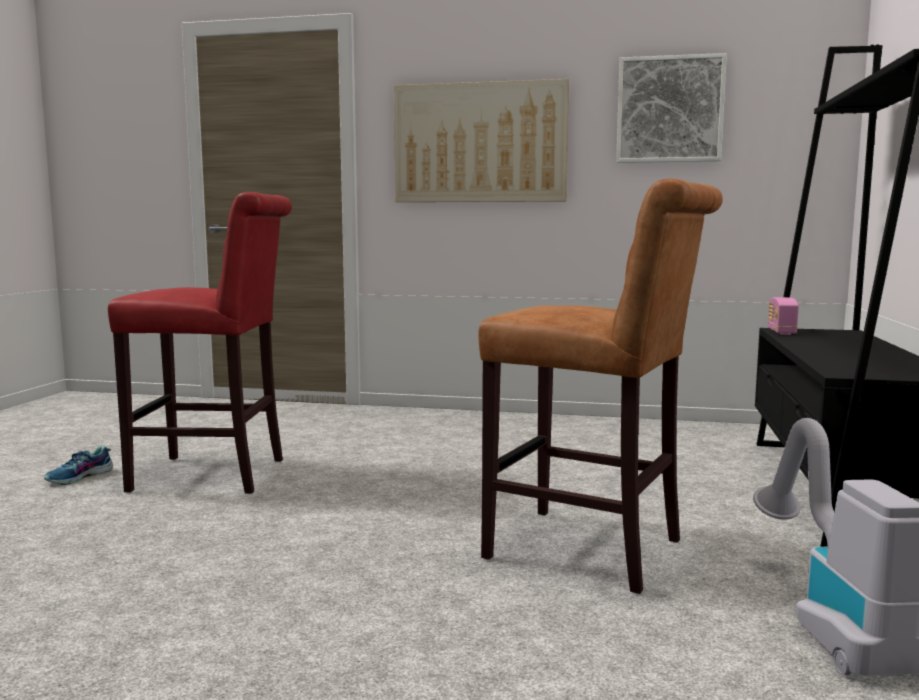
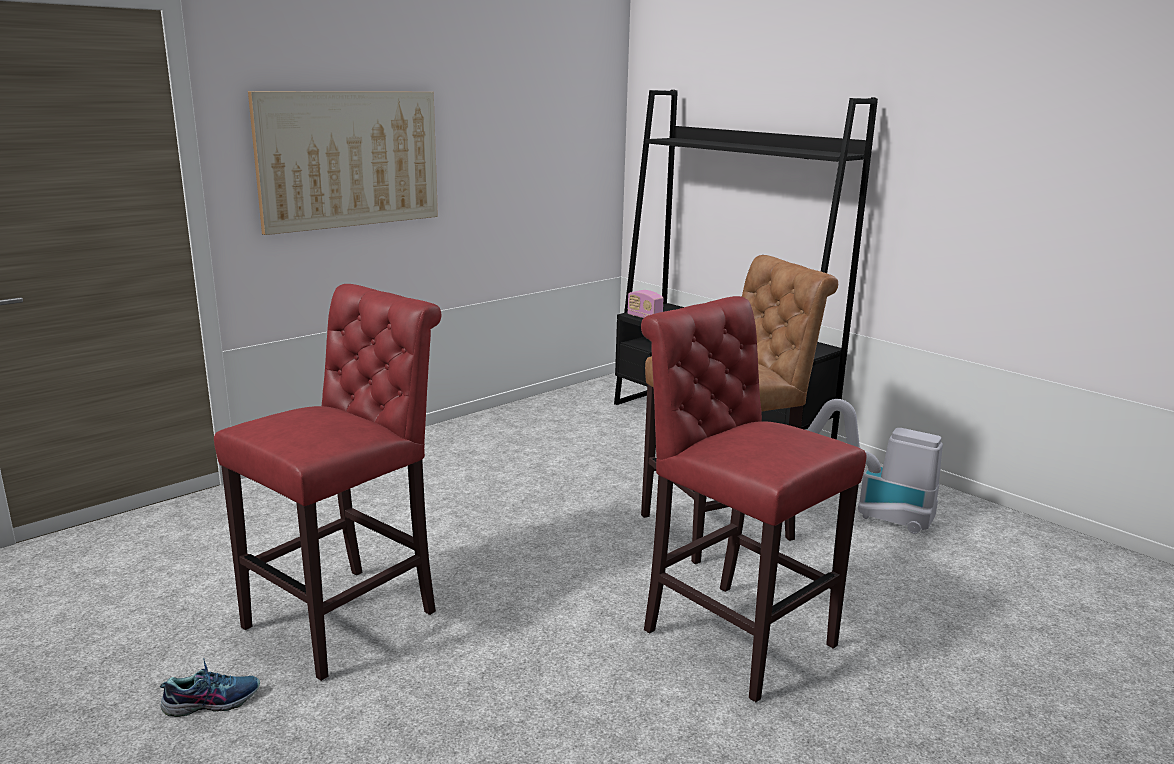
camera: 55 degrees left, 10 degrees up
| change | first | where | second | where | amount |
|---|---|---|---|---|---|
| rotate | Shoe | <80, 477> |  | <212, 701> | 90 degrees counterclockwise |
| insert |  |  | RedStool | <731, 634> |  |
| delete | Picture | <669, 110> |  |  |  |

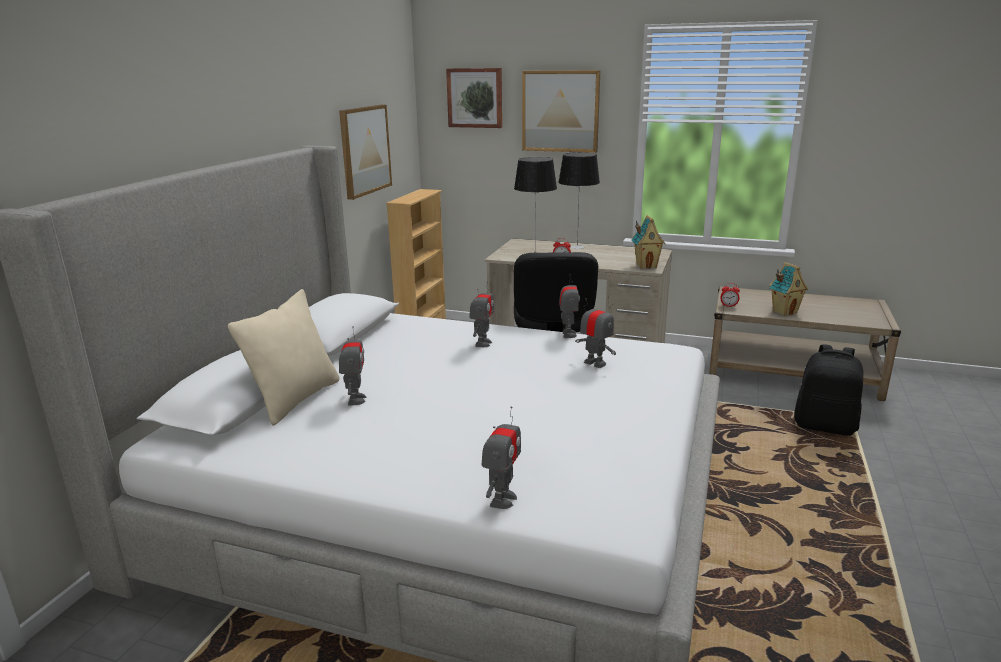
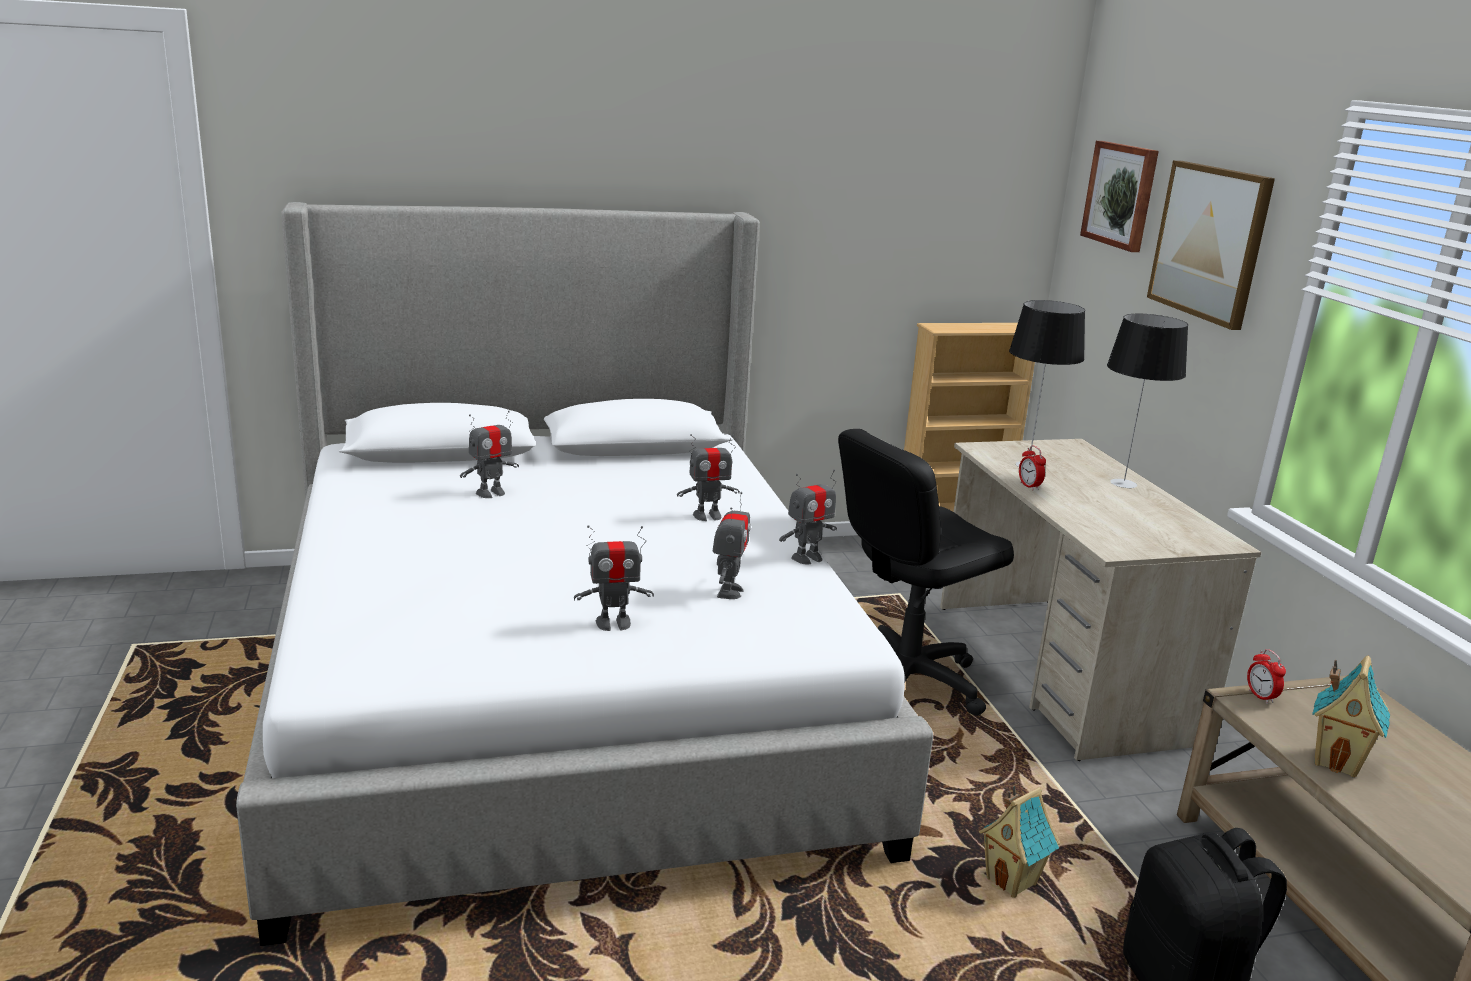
camera: 55 degrees right, 0 degrees up
| change | first | where | second | where | amount |
|---|---|---|---|---|---|
| move | ToyRobot | <502, 499> |  | <613, 623> |  |
| move | ToyHouse | <646, 266> |  | <1012, 883> |  |
| delete | BeigePillow | <295, 399> |  |  |  |
| delete | Picture | <364, 150> |  |  |  |

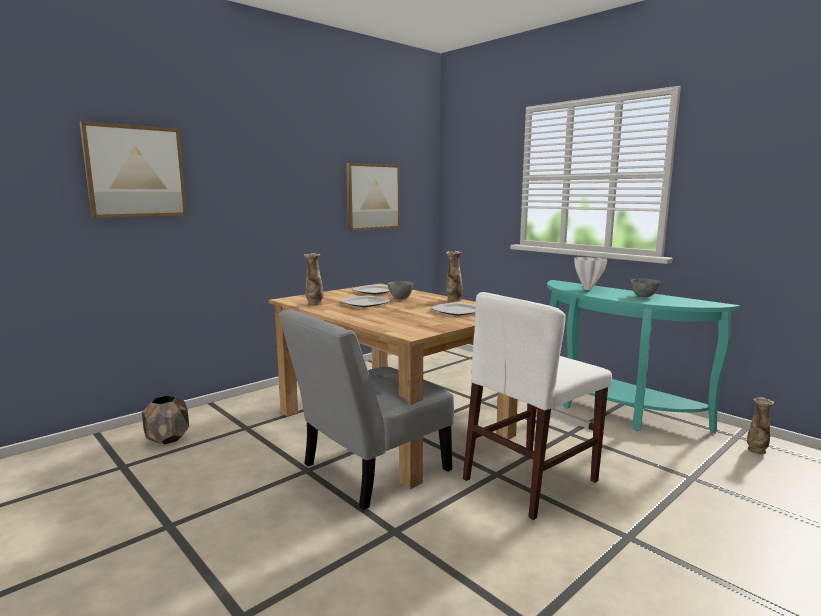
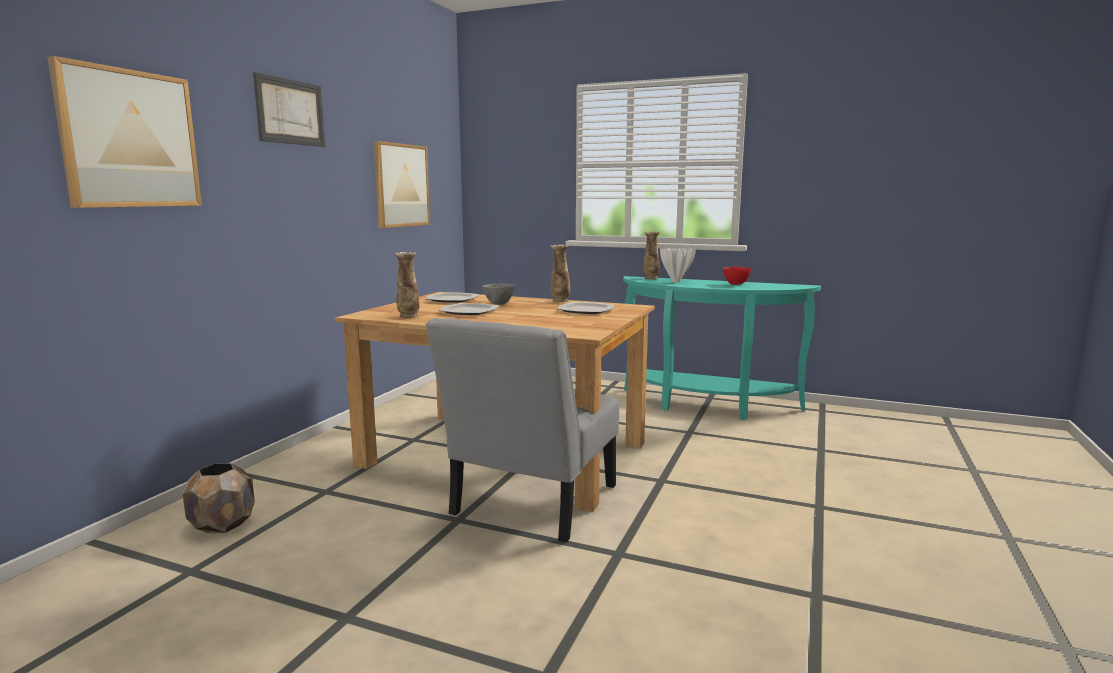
camera: 25 degrees left, 0 degrees up
| change | first | where | second | where | amount |
|---|---|---|---|---|---|
| insert |  |  | Picture | <290, 112> |  |
| move | Vase | <756, 450> |  | <650, 278> |  |
| recolor | GreyBowl | <644, 296> | RedBowl | <736, 284> |  |
| delete | WhiteChair | <530, 480> |  |  |  |

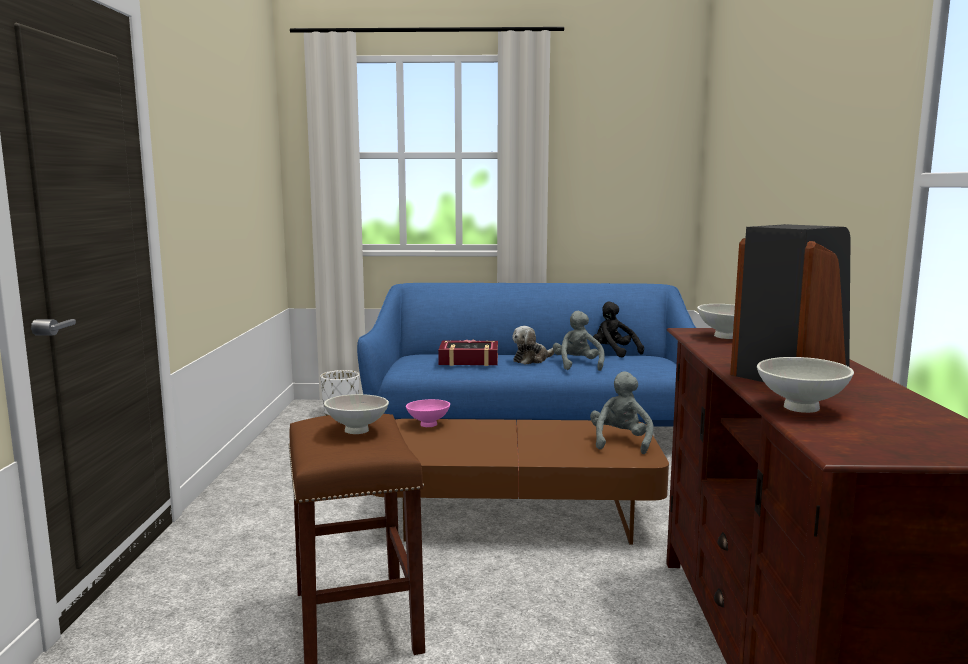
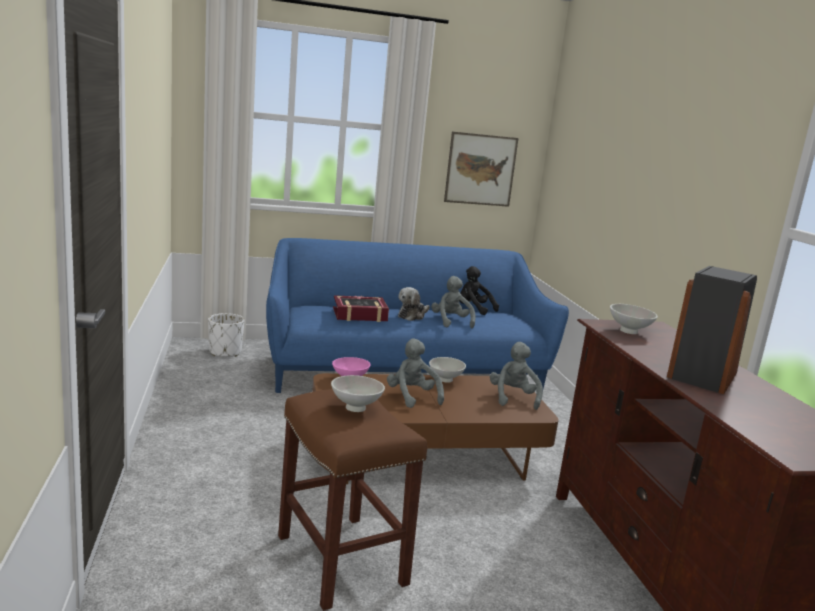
camera: 15 degrees left, 5 degrees up
| change | first | where | second | where | amount |
|---|---|---|---|---|---|
| insert |  |  | GreyPlushToy | <412, 397> |  |
| move | WhiteBowl | <803, 408> |  | <446, 380> |  |
| insert |  |  | Picture | <480, 169> |  |

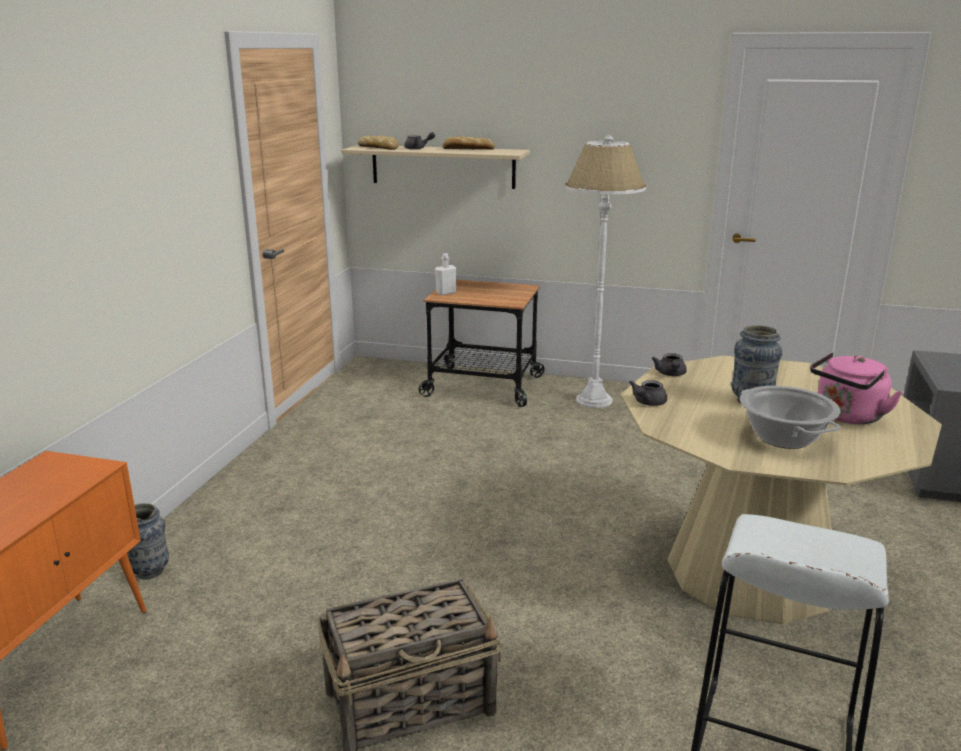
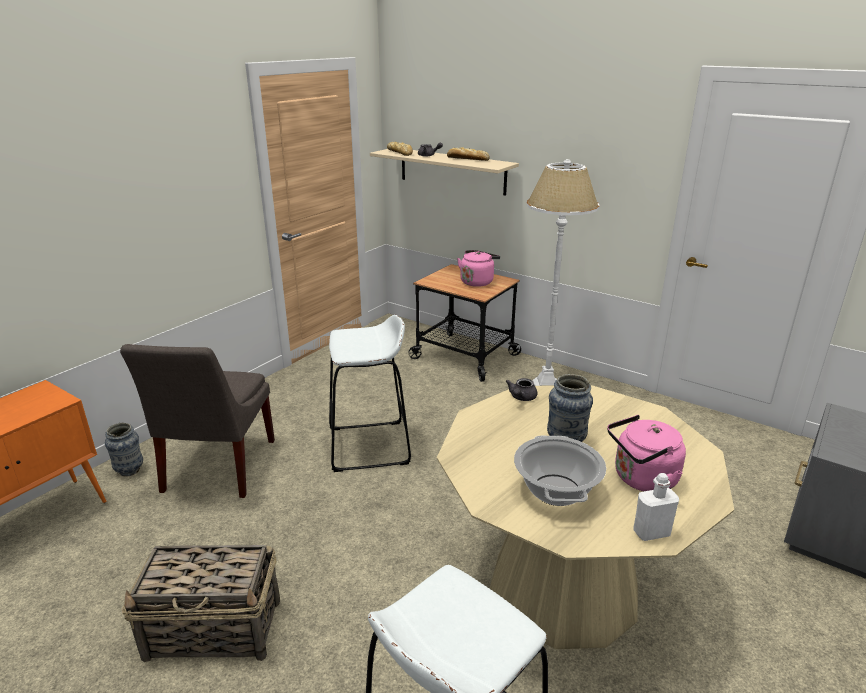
camera: 20 degrees right, 5 degrees up
| change | first | where | second | where | amount |
|---|---|---|---|---|---|
| insert |  |  | GreyChair | <217, 468> |  |
| insert |  |  | WhiteStool | <369, 446> |  |
| insert |  |  | PinkKettle | <477, 281> |  |
| move | WhiteBottle | <446, 293> |  | <651, 533> |  |
| delete | GreyTeapot | <647, 403> |  |  |  |

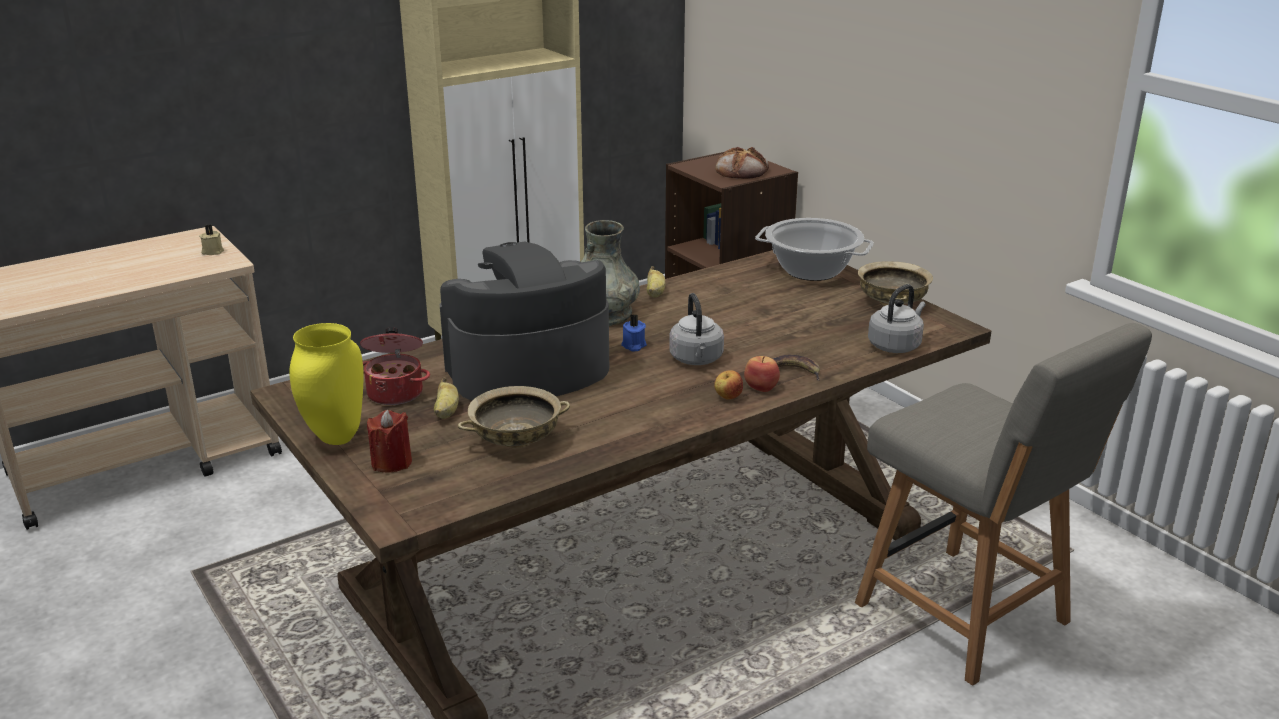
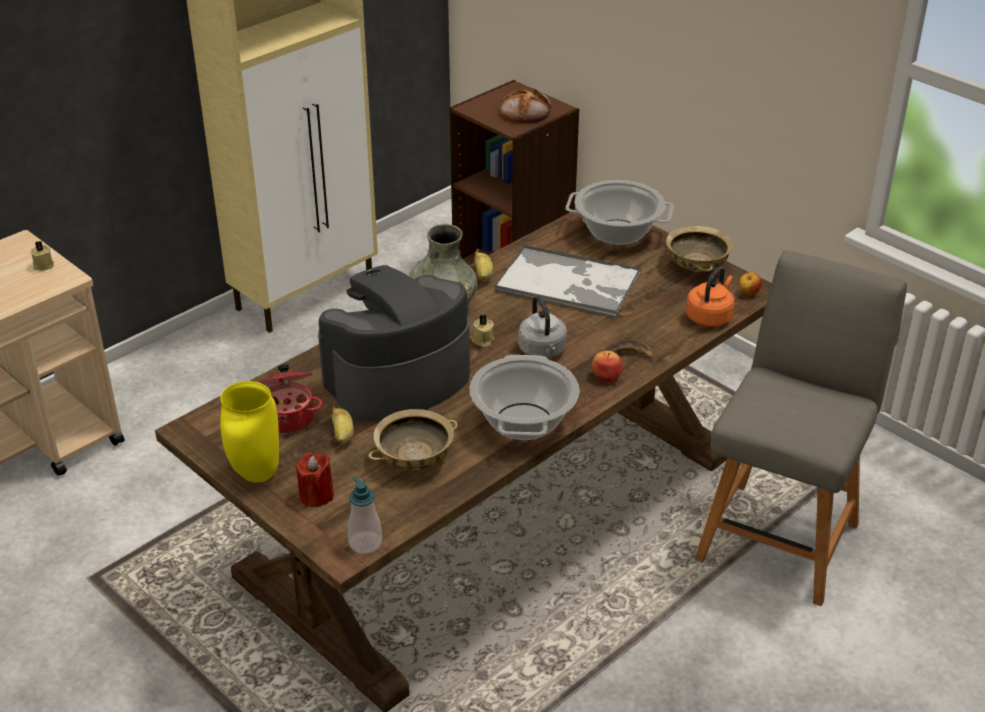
camera: 10 degrees left, 10 degrees up
| change | first | where | second | where | amount |
|---|---|---|---|---|---|
| insert |  |  | SoapDispenser | <365, 543> |  |
| insert |  |  | CookingPot | <523, 422> |  |
| recolor | BlueCandle | <633, 346> | BeigeCandle | <483, 341> |  |
| insert |  |  | Tray | <569, 283> |  |
| recolor | GreyKettle | <896, 345> | OrangeKettle | <710, 317> |  |
| rotate | GreyChair | <967, 617> |  | <780, 538> | 105 degrees counterclockwise |
| move | Apple | <727, 397> |  | <748, 293> |  |

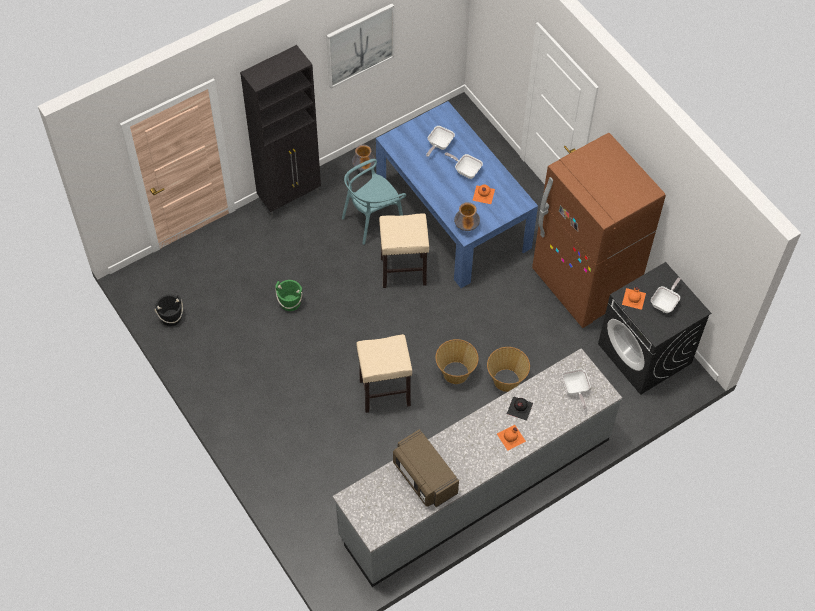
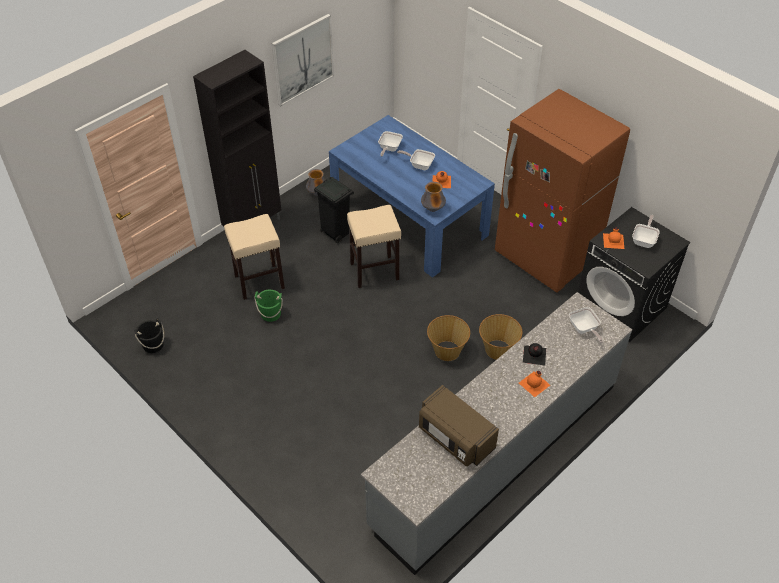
camera: 10 degrees left, 10 degrees down
| change | first | where | second | where | amount |
|---|---|---|---|---|---|
| move | BeigeStool | <384, 393> |  | <258, 282> |  |
| replace | TurquoiseChair | <372, 220> | BlackTrashCan | <335, 233> |  |

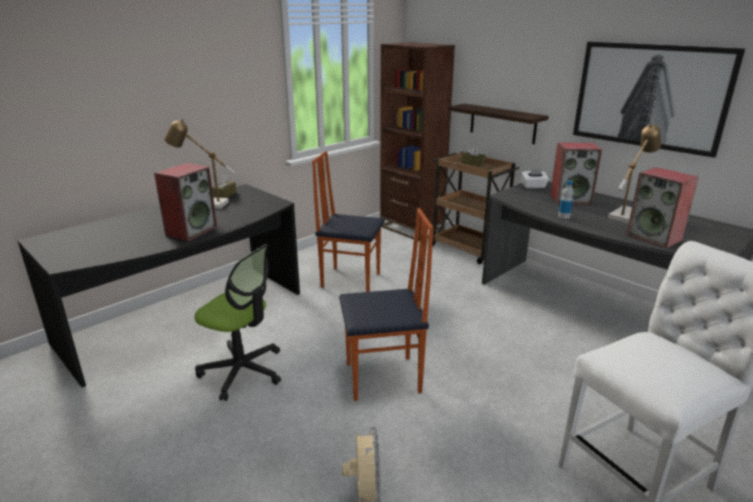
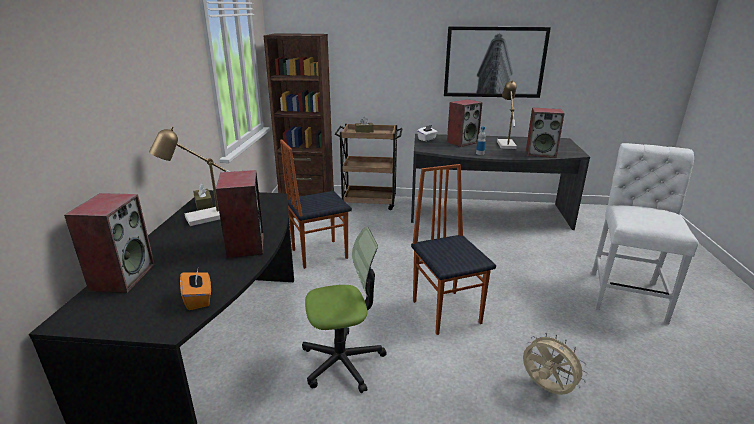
camera: 40 degrees left, 0 degrees up
| change | first | where | second | where | amount |
|---|---|---|---|---|---|
| insert |  |  | Speaker | <122, 276> |  |
| insert |  |  | OrangeTissueBox | <198, 299> |  |
| rotate | Chair | <384, 378> |  | <447, 311> | 60 degrees counterclockwise |
| delete | Shelf | <502, 123> |  |  |  |

